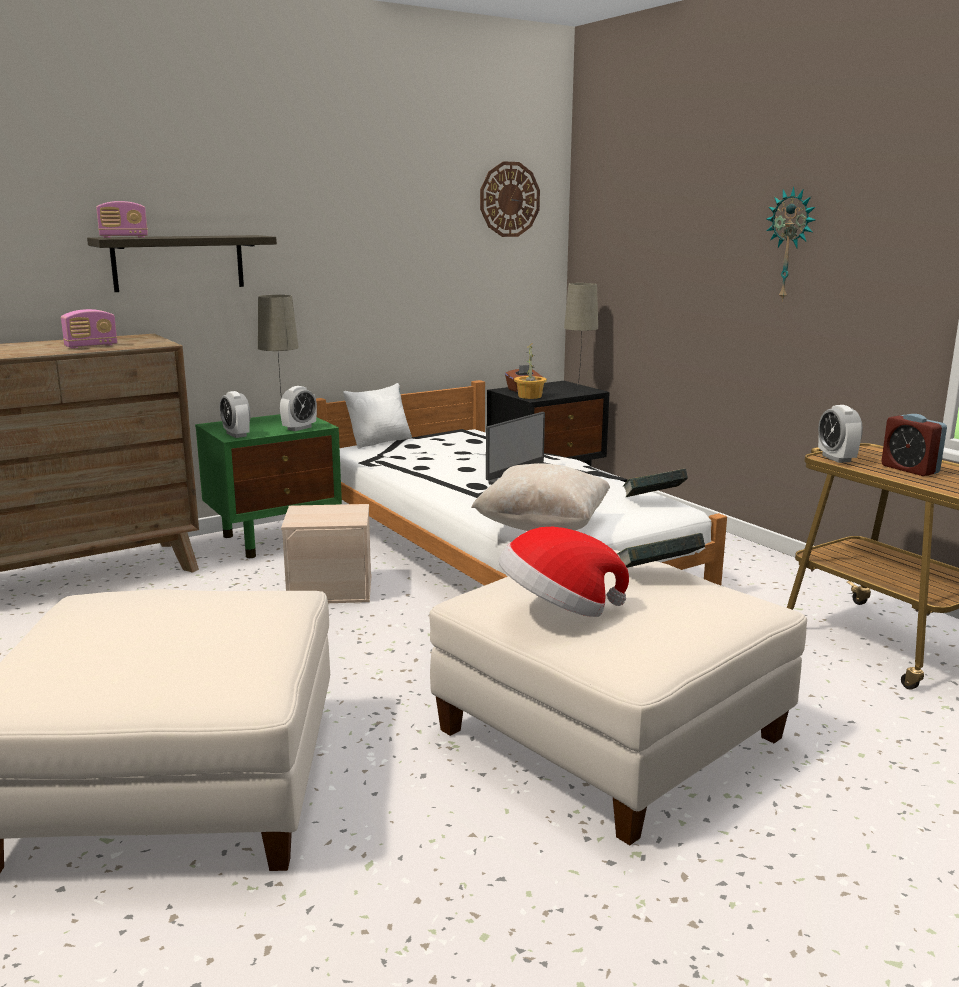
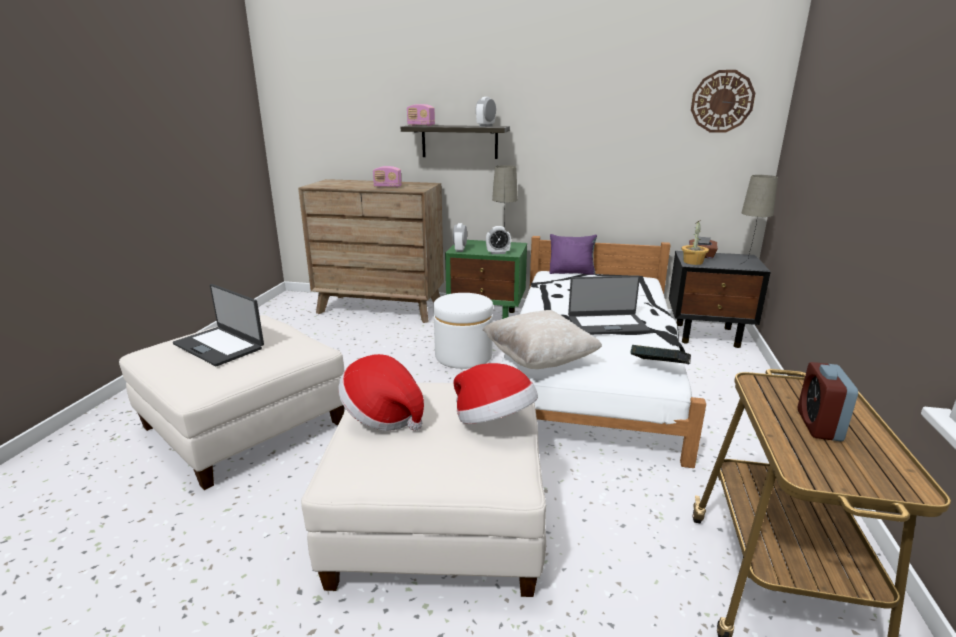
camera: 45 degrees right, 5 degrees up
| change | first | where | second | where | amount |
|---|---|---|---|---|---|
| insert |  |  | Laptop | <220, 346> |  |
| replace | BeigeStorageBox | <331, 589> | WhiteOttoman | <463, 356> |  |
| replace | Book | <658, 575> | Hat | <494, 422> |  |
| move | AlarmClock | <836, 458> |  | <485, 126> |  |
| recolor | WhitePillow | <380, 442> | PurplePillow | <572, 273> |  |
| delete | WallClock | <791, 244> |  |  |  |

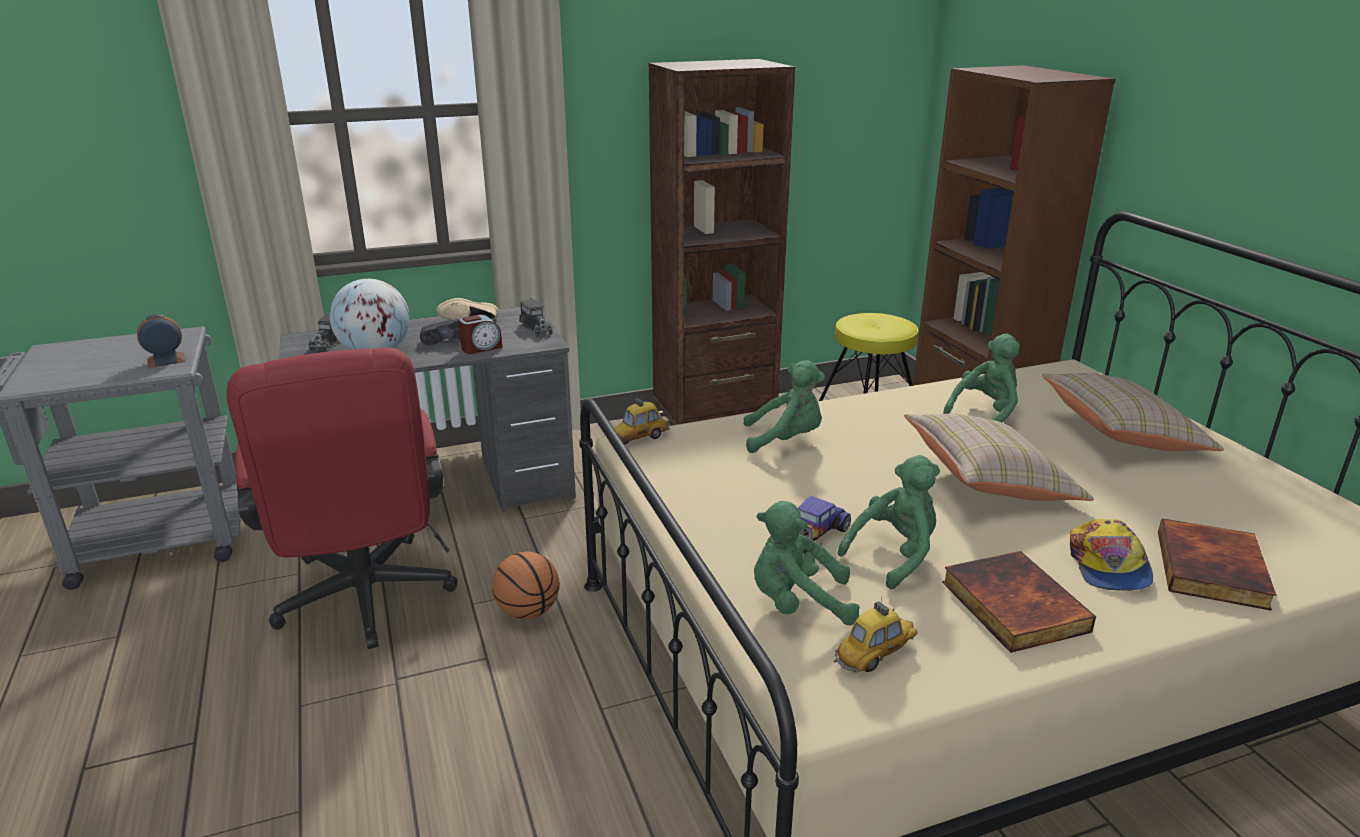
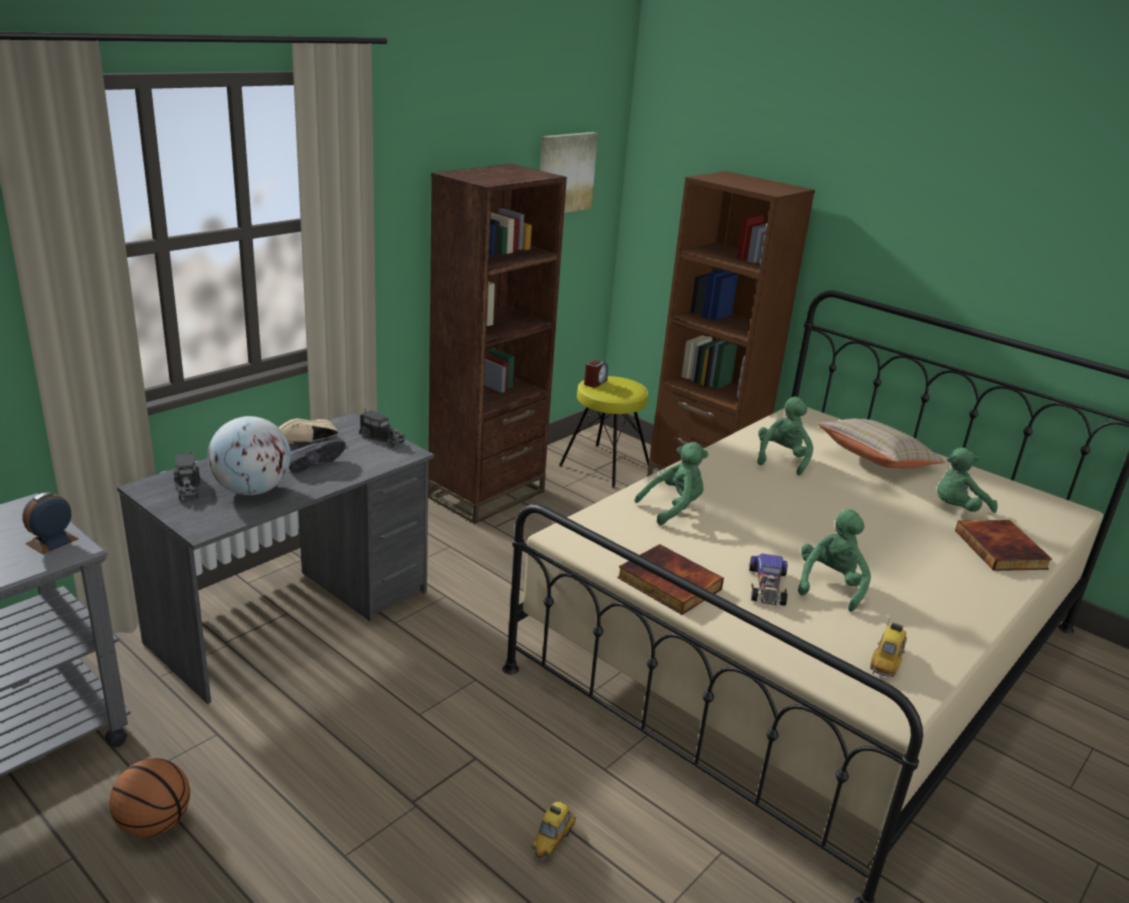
camera: 30 degrees left, 0 degrees up
| change | first | where | second | where | amount |
|---|---|---|---|---|---|
| move | Basketball | <528, 611> |  | <155, 823> |  |
| move | ToyCar | <639, 439> |  | <552, 840> |  |
| insert |  |  | Picture | <565, 173> |  |
| move | AlarmClock | <481, 348> |  | <595, 382> |  |
| move | Book | <1011, 606> |  | <667, 584> |  |
| move | GreenPlushToy | <797, 604> |  | <957, 509> |  |
| delete | RedOfficeChair | <365, 603> |  |  |  |
| delete | BeigePillow | <988, 482> |  |  |  |
| delete | Cap | <1108, 566> |  |  |  |

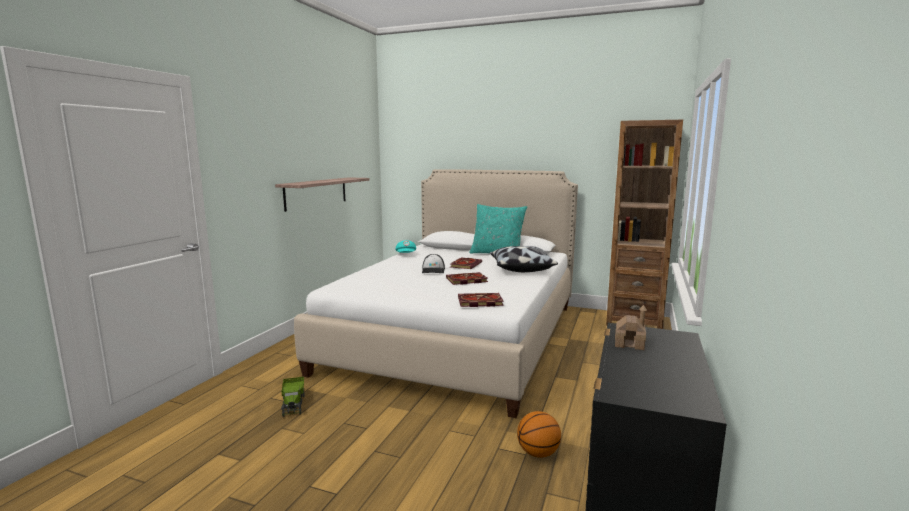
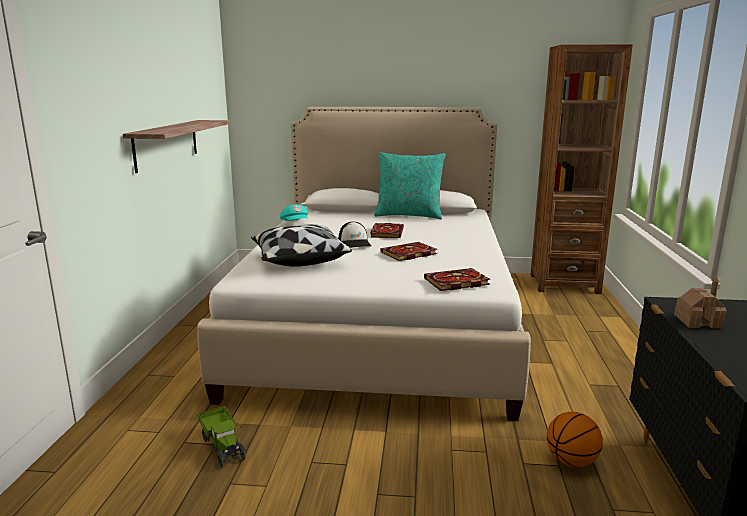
camera: 15 degrees left, 5 degrees up
| change | first | where | second | where | amount |
|---|---|---|---|---|---|
| move | Pillow | <521, 269> |  | <299, 259> |  |

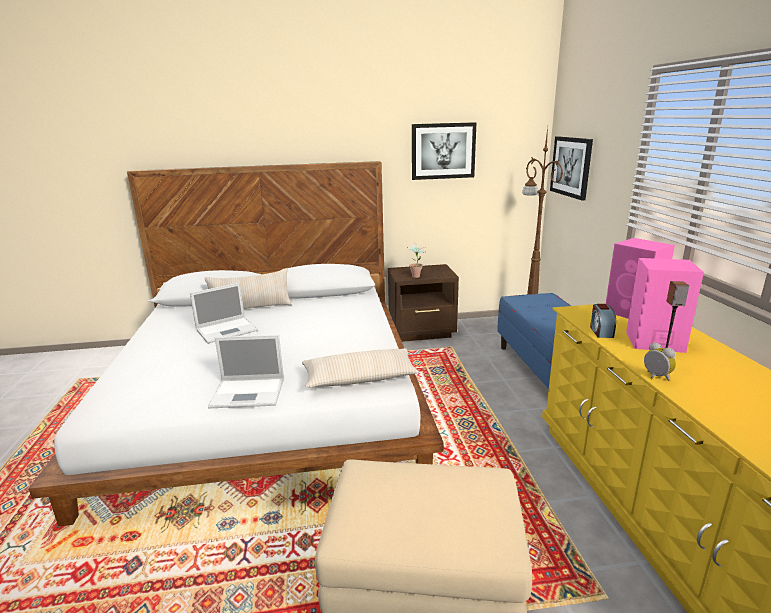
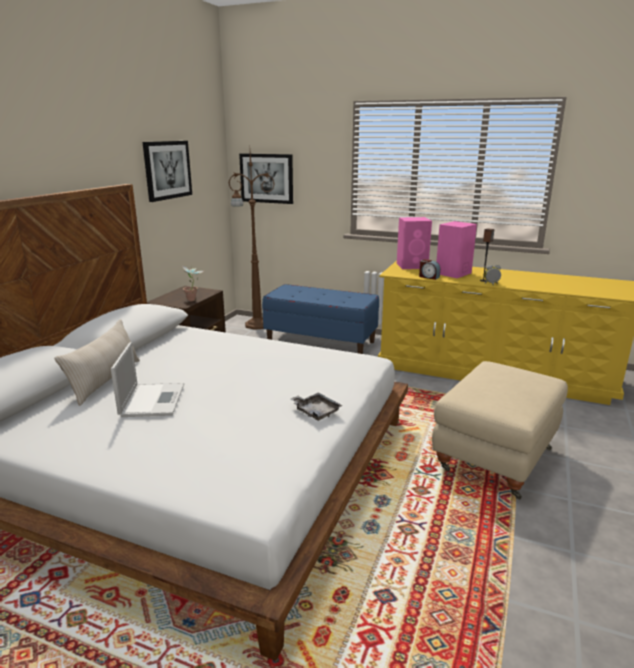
camera: 60 degrees left, 0 degrees up
| change | first | where | second | where | amount |
|---|---|---|---|---|---|
| replace | Laptop | <249, 393> | GreyTray | <316, 411> |  |
| delete | BeigePillow | <360, 378> |  |  |  |

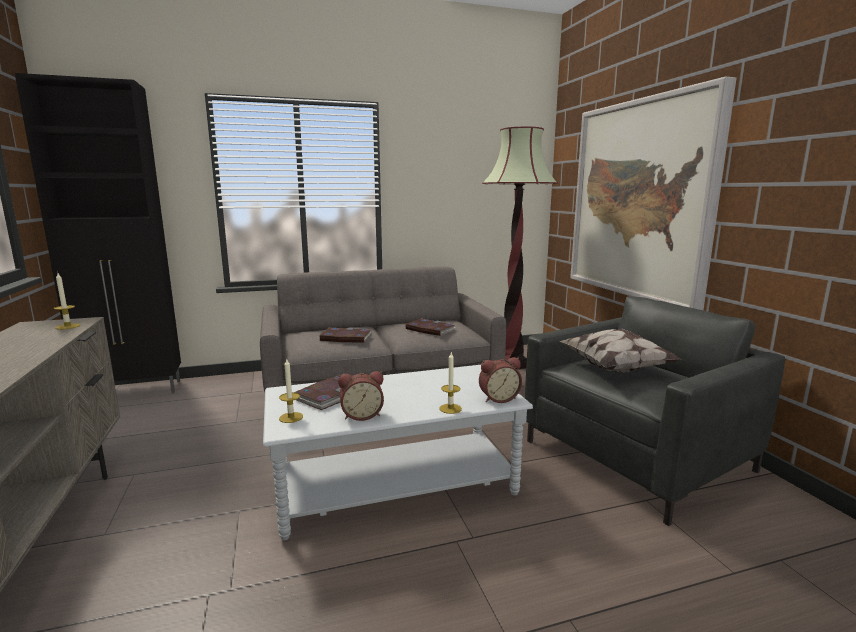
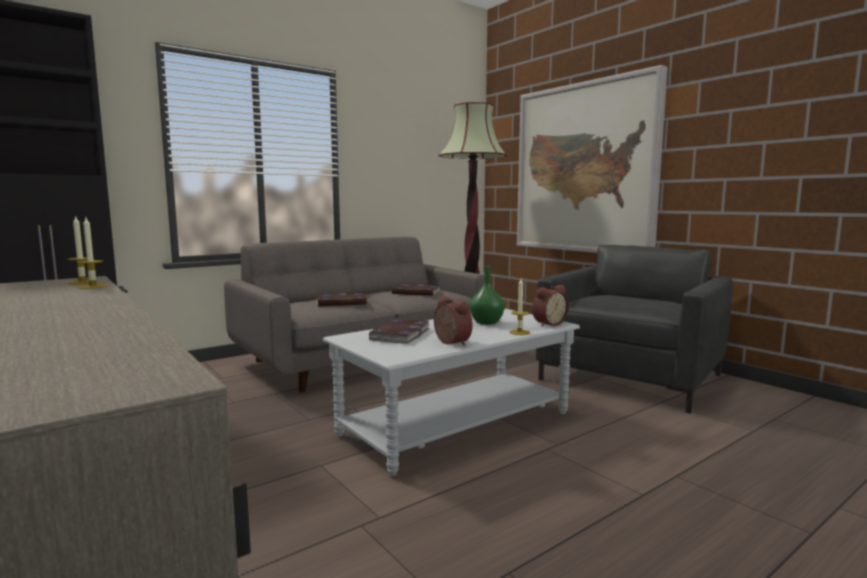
camera: 20 degrees left, 5 degrees down
| change | first | where | second | where | amount |
|---|---|---|---|---|---|
| move | Candle | <291, 417> |  | <93, 286> |  |
| rotate | AlarmClock | <362, 415> |  | <450, 343> | 90 degrees counterclockwise |
| insert |  |  | GreenVase | <487, 322> |  |
| delete | Pillow | <615, 368> |  |  |  |

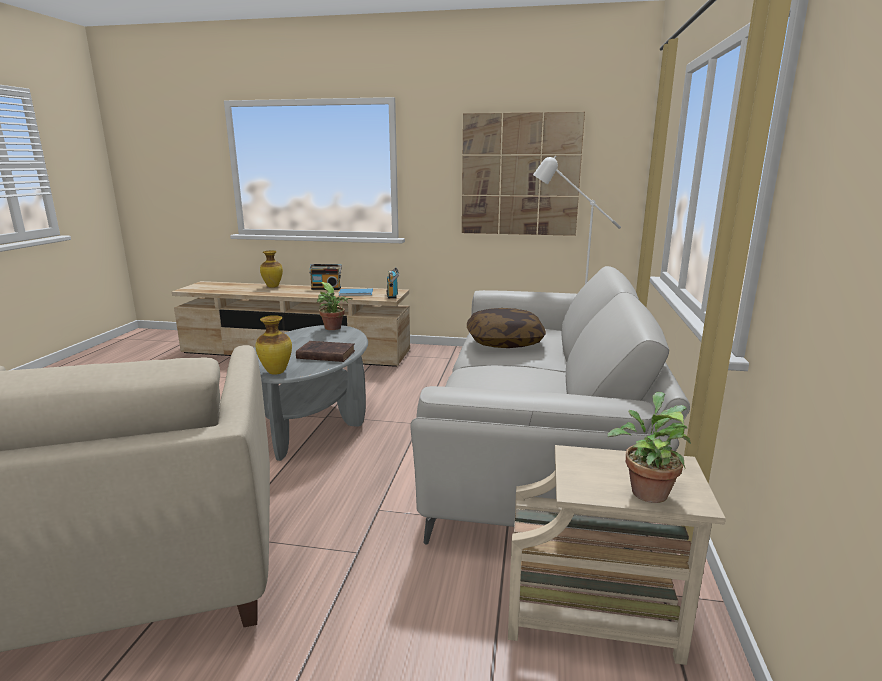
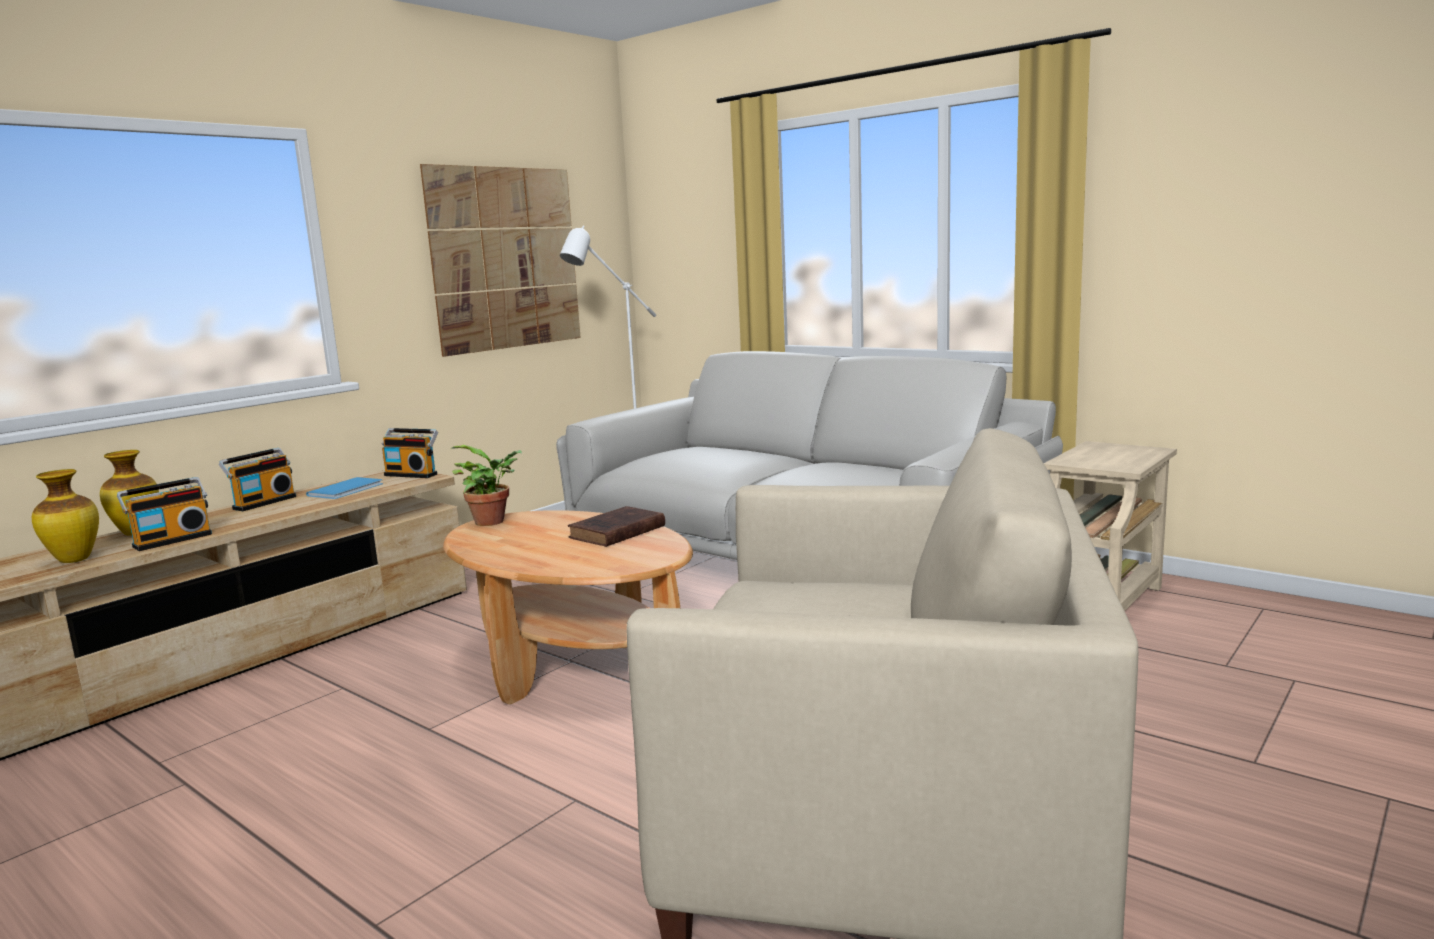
camera: 60 degrees left, 5 degrees down
| change | first | where | second | where | amount |
|---|---|---|---|---|---|
| move | Vase | <277, 372> |  | <76, 560> |  |
| insert |  |  | Radio | <172, 540> |  |
| recolor | GreyCoffeeTable | <313, 422> | BrownCoffeeTable | <575, 671> |  |
| delete | Pillow | <504, 341> |  |  |  |
| delete | PottedPlant | <647, 490> |  |  |  |

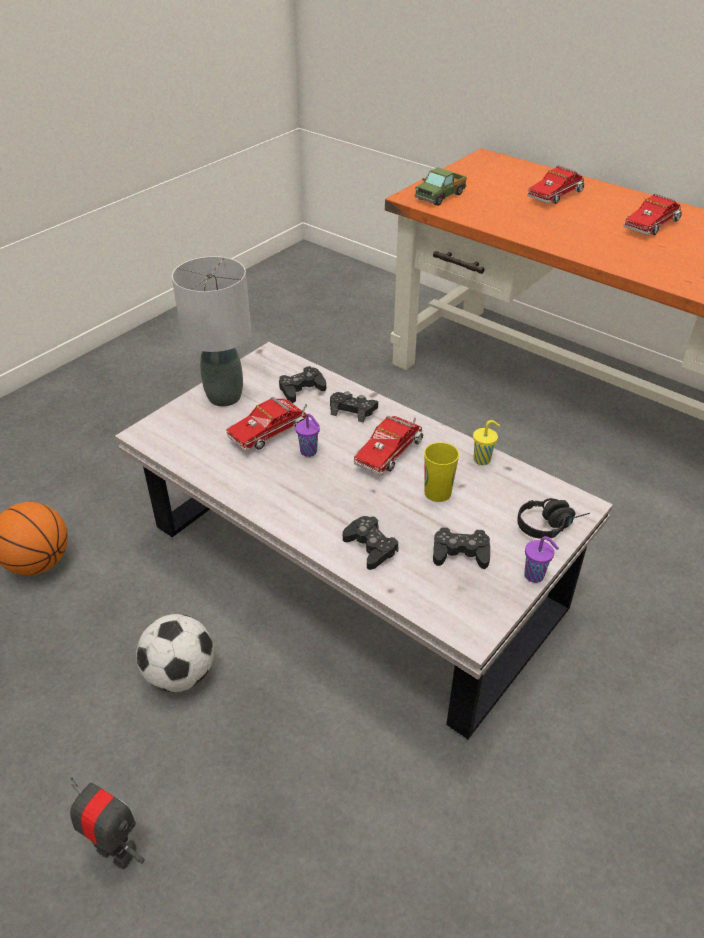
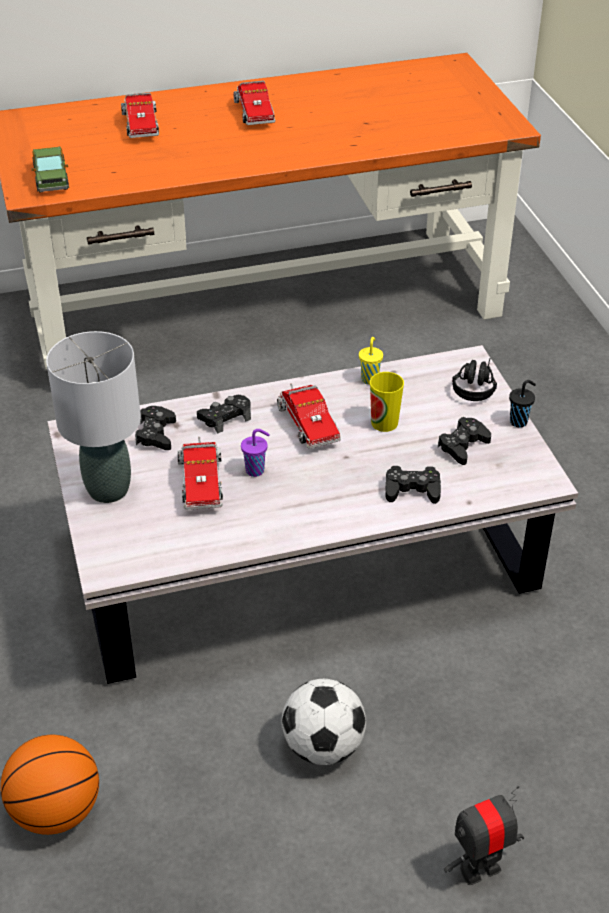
camera: 55 degrees left, 0 degrees up
| change | first | where | second | where | amount |
|---|---|---|---|---|---|
| recolor | PurpleCup | <535, 576> | BlackCup | <519, 421> |  |

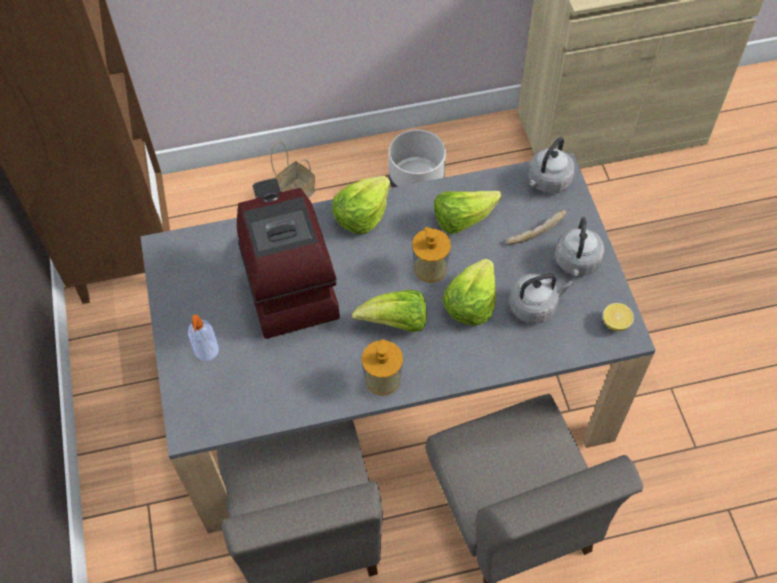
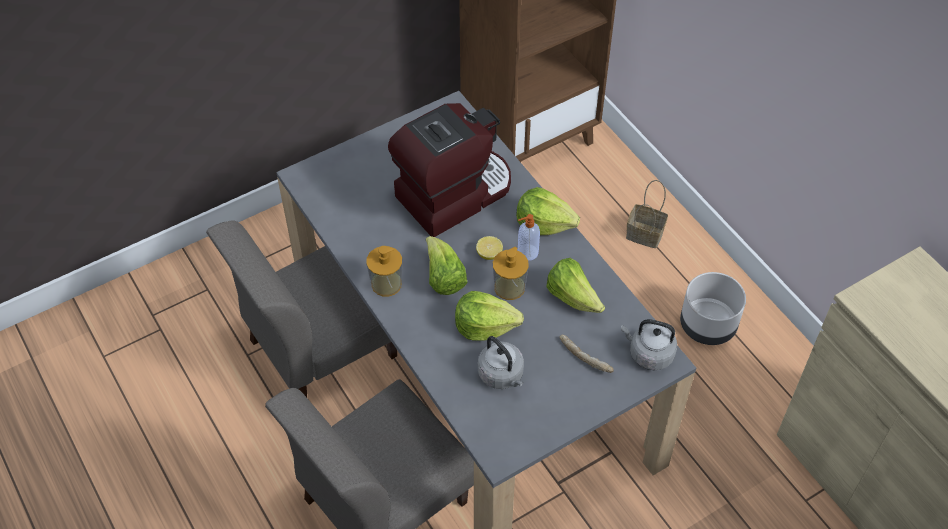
camera: 70 degrees right, 5 degrees down
| change | first | where | second | where | amount |
|---|---|---|---|---|---|
| move | Lemon | <615, 323> |  | <489, 254> |  |
| move | SoapDispenser | <206, 351> |  | <527, 252> |  |
| delete | GreyKettle | <576, 263> |  |  |  |

